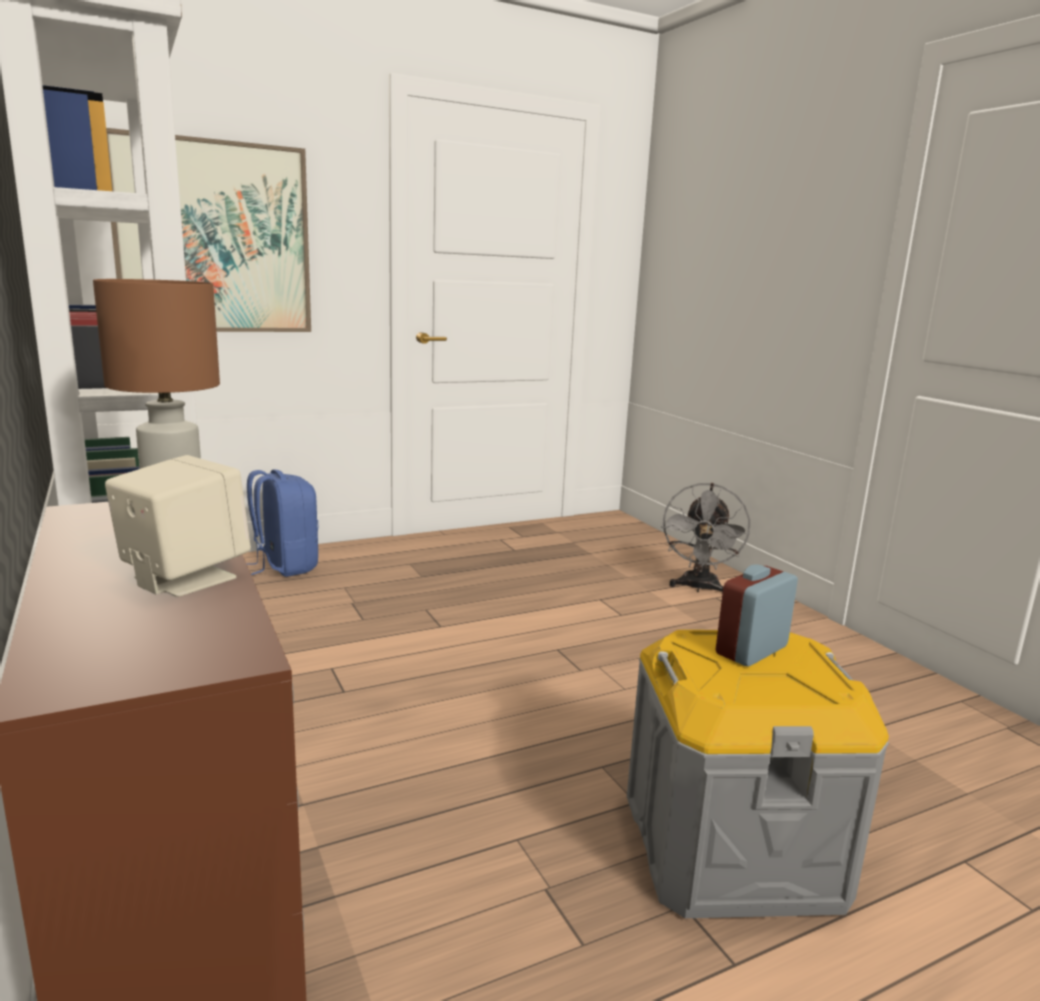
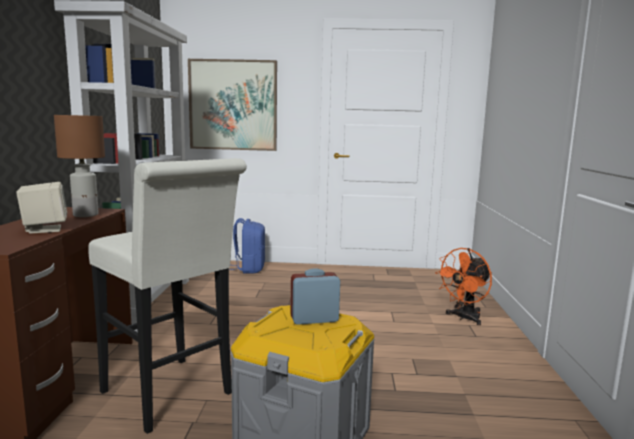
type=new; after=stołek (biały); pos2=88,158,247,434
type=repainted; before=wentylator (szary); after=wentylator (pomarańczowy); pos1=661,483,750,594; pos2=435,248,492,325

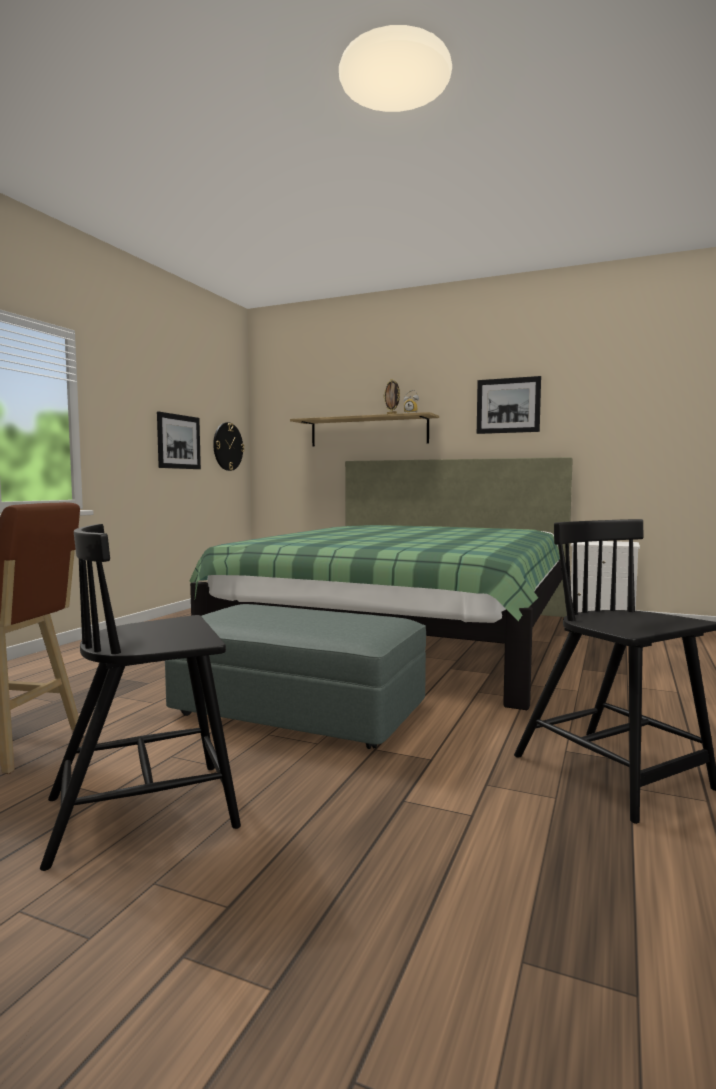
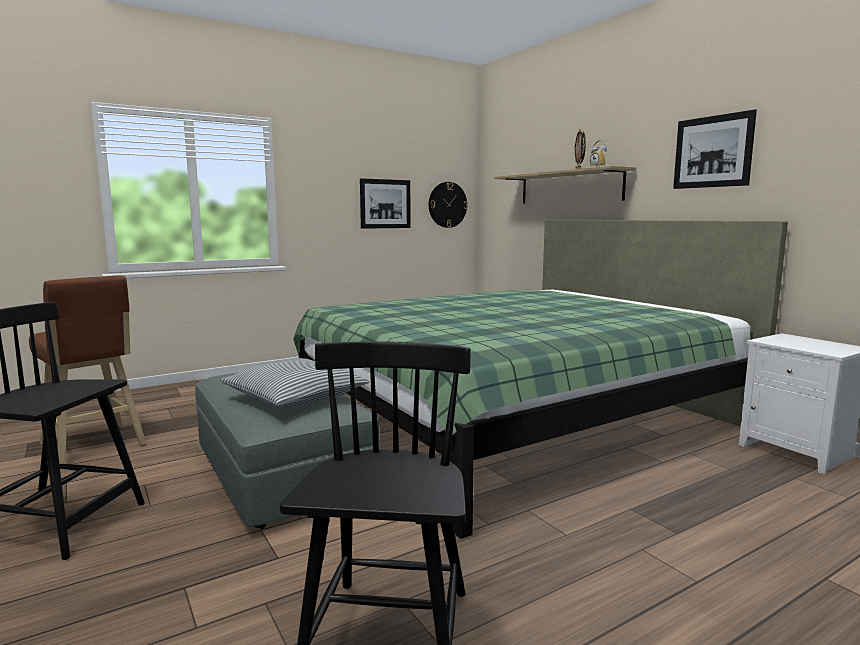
type=new; after=poduszka; pos2=220,358,370,408

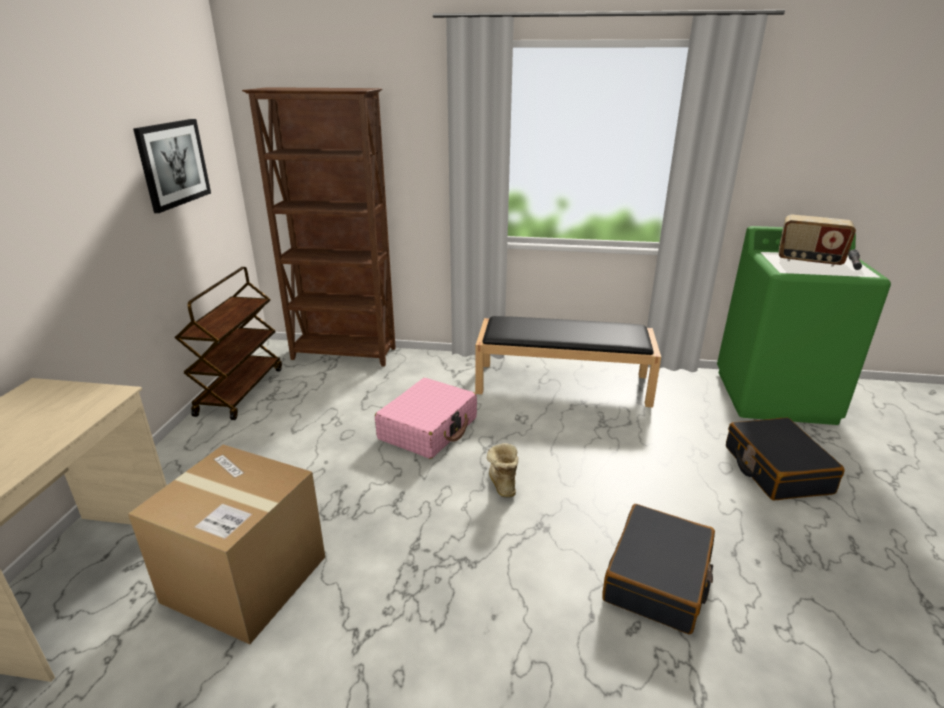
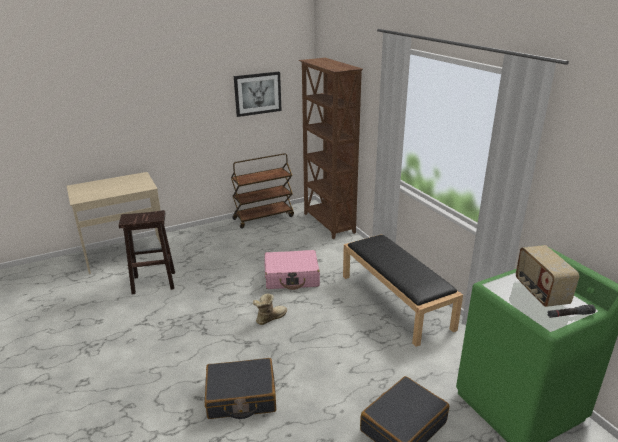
type=swapped; before=karton; after=stołek (brązowy); pos1=128,444,325,644; pos2=119,210,175,294

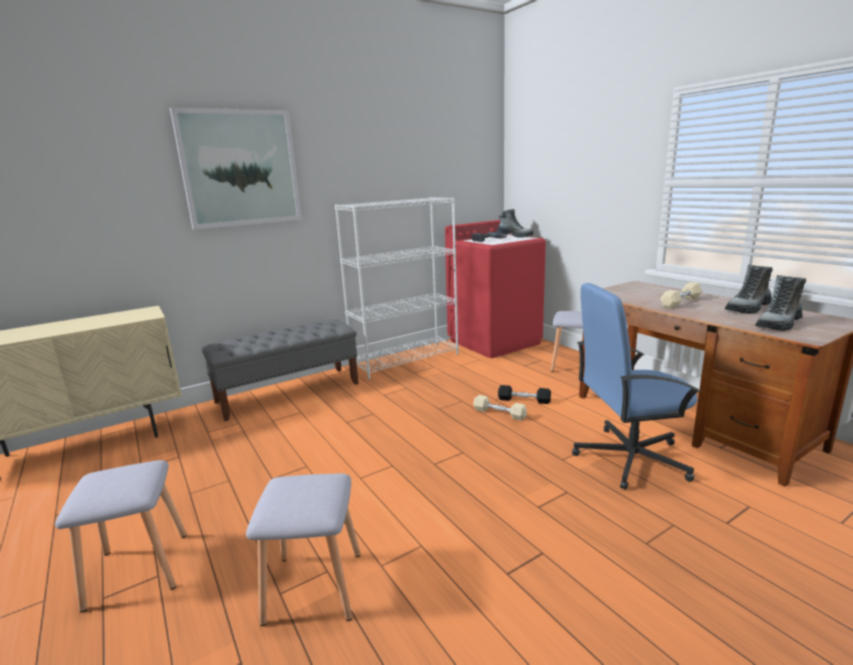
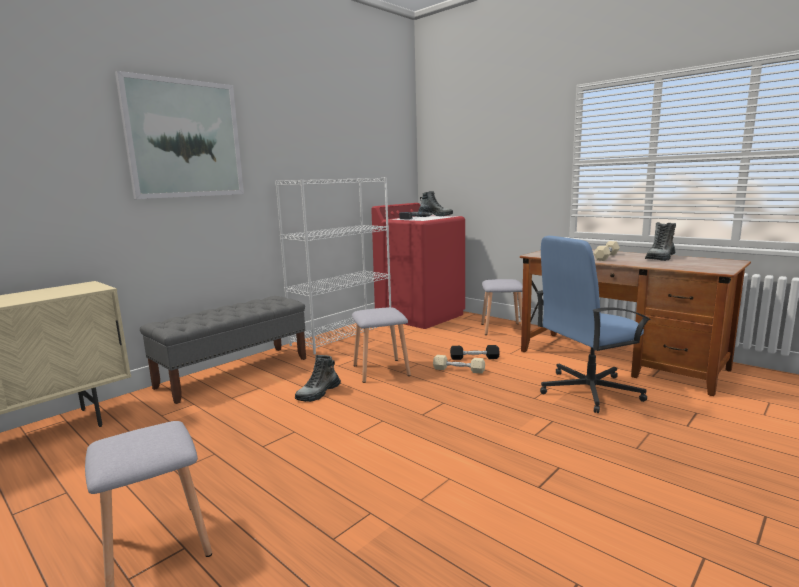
type=shifted; before=stołek (szary); pos1=246,474,361,626; pos2=352,307,411,383
type=shifted; before=but z cholewką; pos1=755,275,806,331; pos2=295,355,341,402

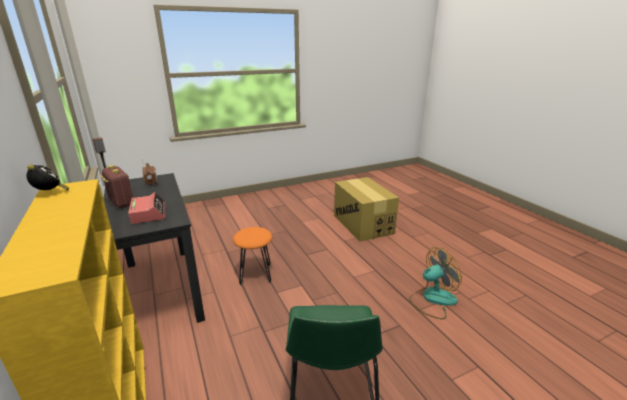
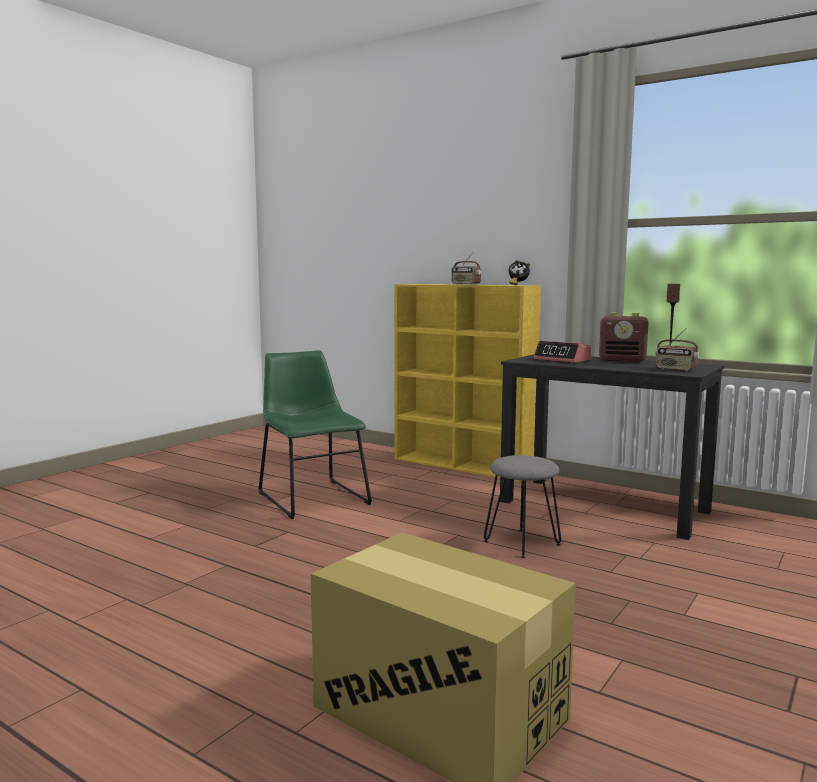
type=gone; before=wentylator; pos1=409,247,462,319
type=new; after=radio; pos2=451,252,481,285
type=repainted; before=stołek (pomarańczowy); after=stołek (szary); pos1=233,227,272,285; pos2=484,455,561,558

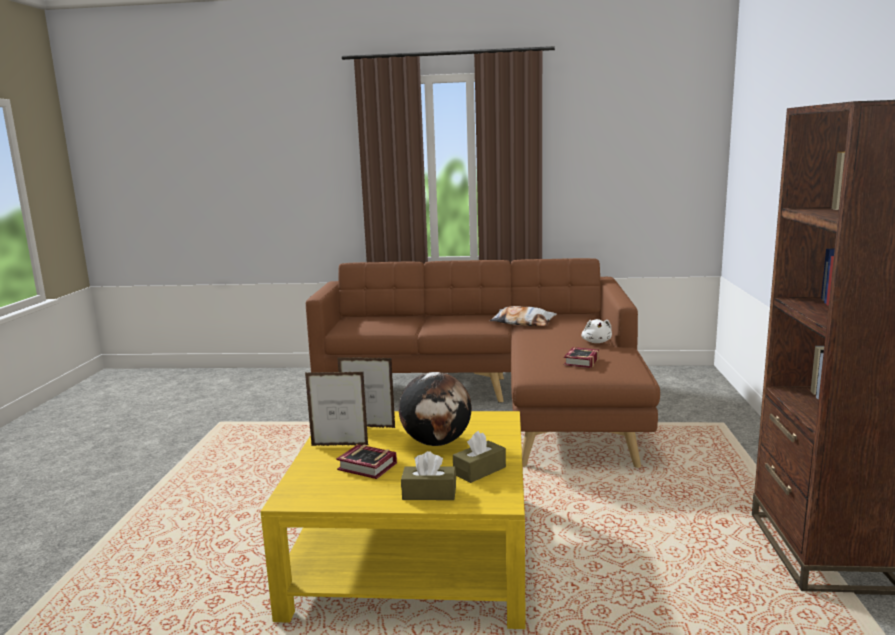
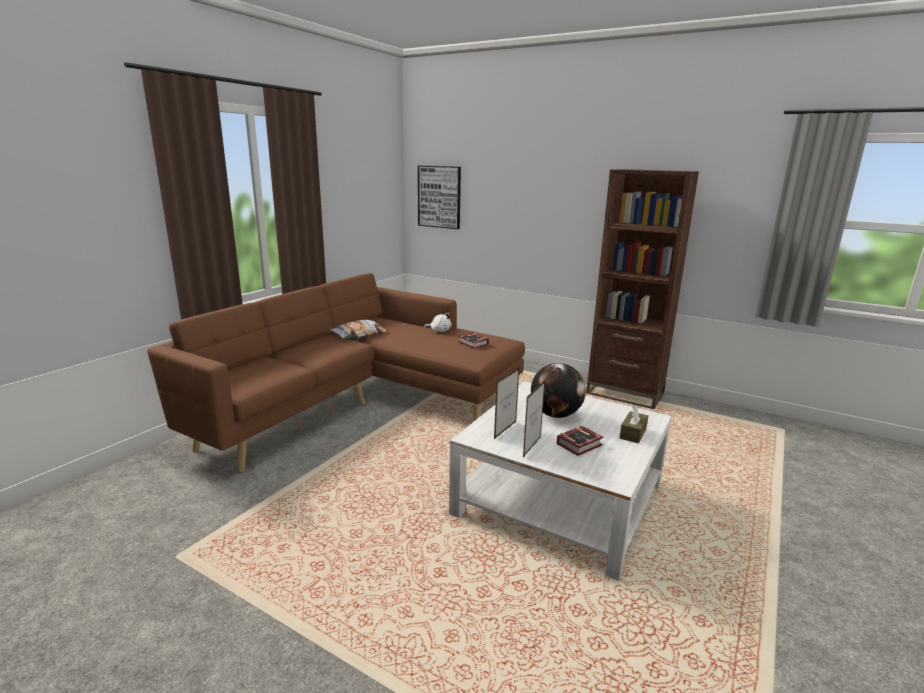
type=gone; before=pudełko chusteczek (brązowy); pos1=453,431,506,483
type=new; after=obraz; pos2=418,166,461,229
type=repainted; before=ława (żółty); after=ława (biały); pos1=260,411,526,629; pos2=449,381,671,581

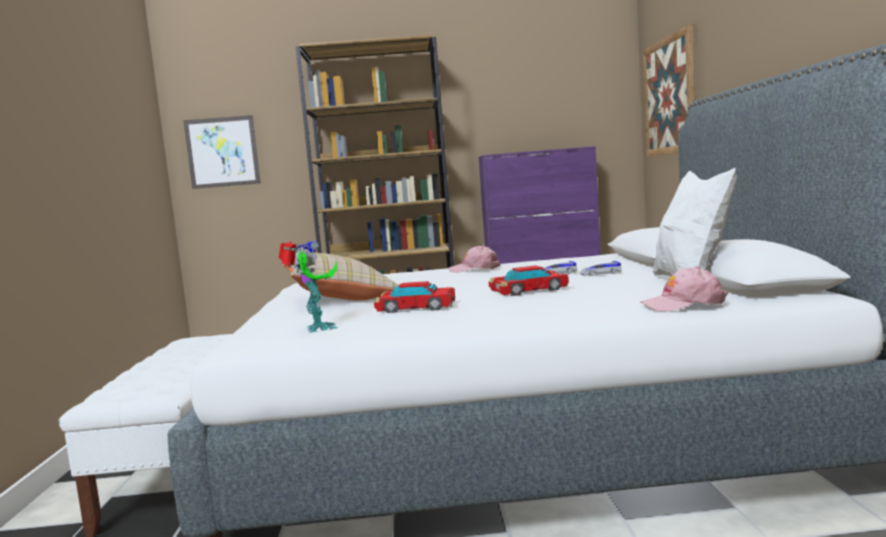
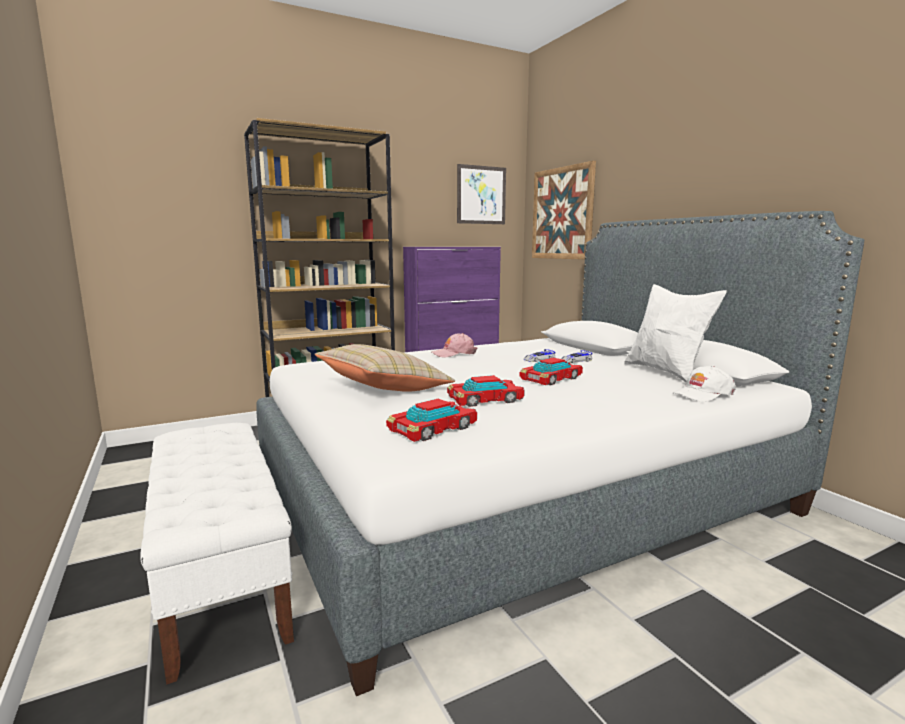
type=shifted; before=obraz; pos1=183,115,261,189; pos2=457,164,506,224
type=swapped; before=robot zabawkowy; after=samochodzik; pos1=279,240,338,333; pos2=386,399,477,442
type=repainted; before=czapka z daszkiem (różowy); after=czapka z daszkiem (biały); pos1=640,266,728,312; pos2=673,365,736,402

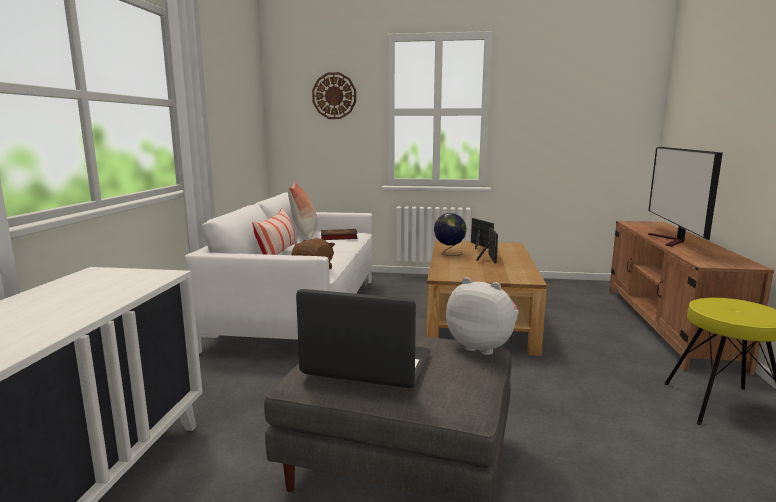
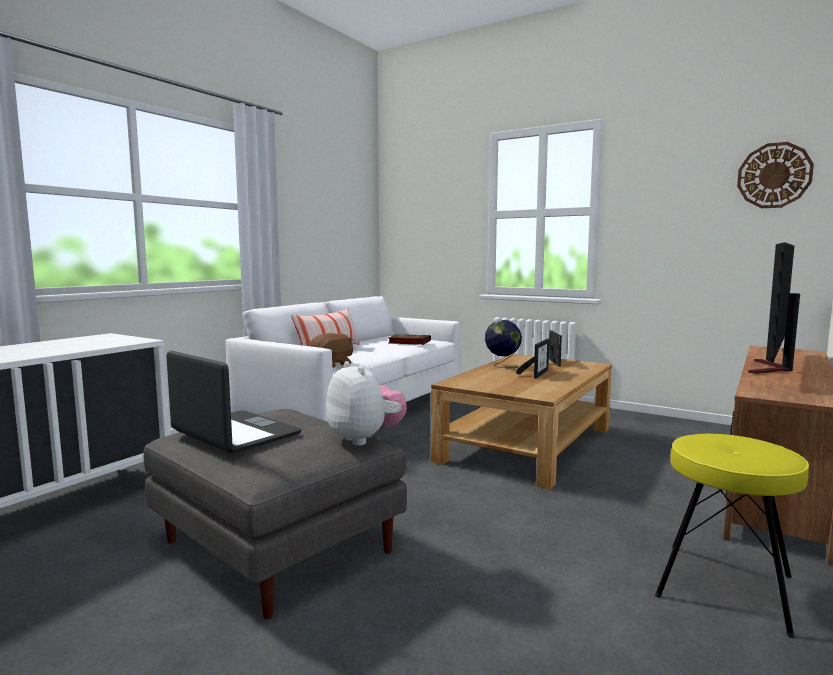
type=gone; before=poduszka; pos1=288,183,318,240
type=shifted; before=zegar ścienny; pos1=312,72,356,119; pos2=737,142,814,208

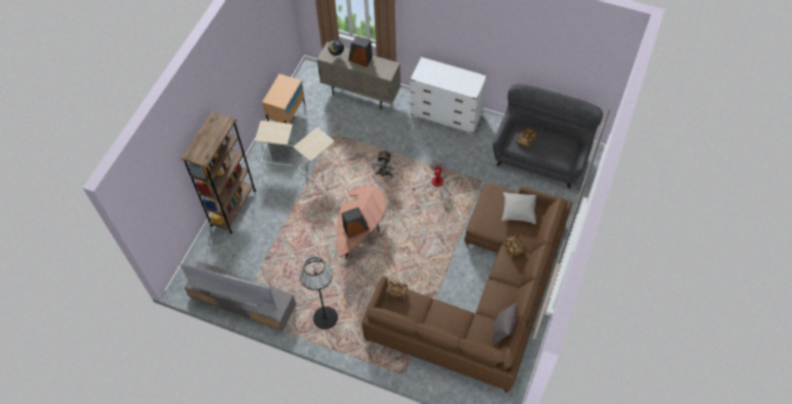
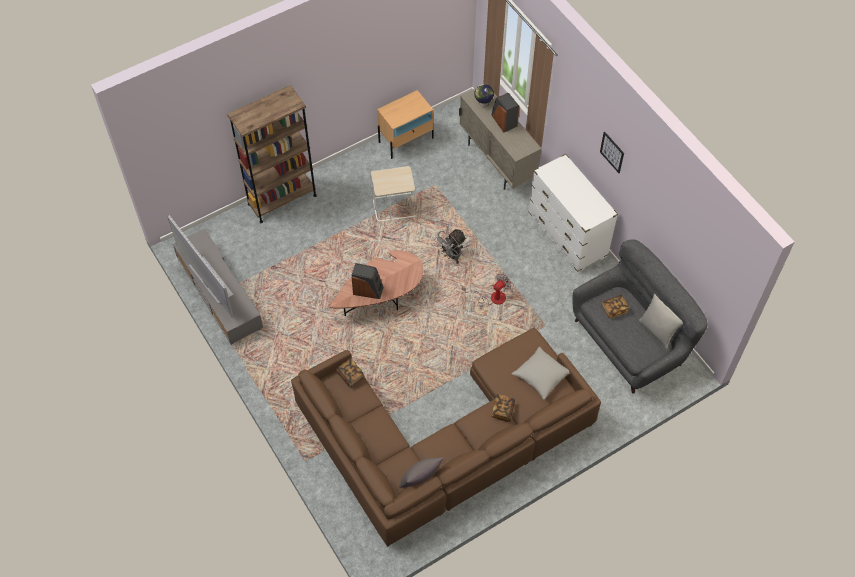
type=gone; before=stolik (beżowy); pos1=255,121,295,166
type=gone; before=lampa stojąca (czarny); pos1=300,257,338,329
type=new; after=obraz; pos2=600,132,624,173
type=new; after=poduszka (szary); pos2=639,294,683,350

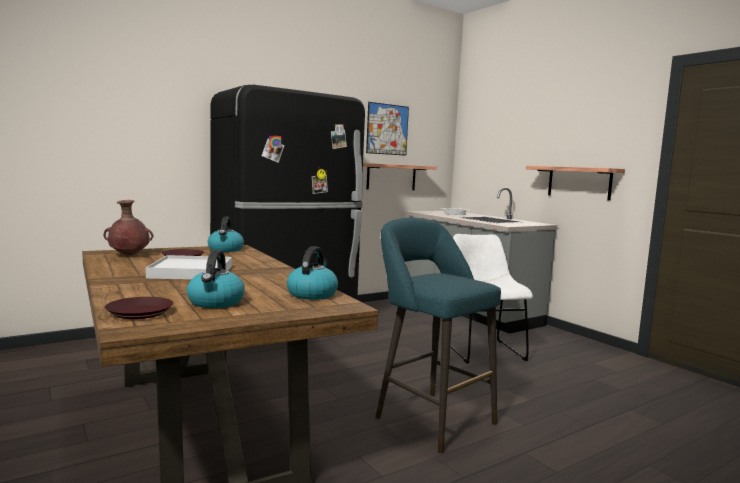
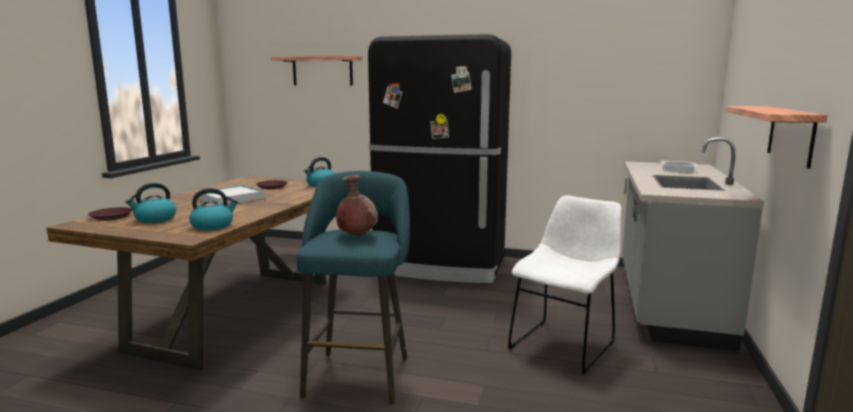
type=gone; before=obraz; pos1=366,102,409,156
type=shifted; before=wazon (brązowy); pos1=103,200,153,255; pos2=336,175,378,236
type=shifted; before=półka; pos1=363,163,437,190; pos2=271,56,362,85

